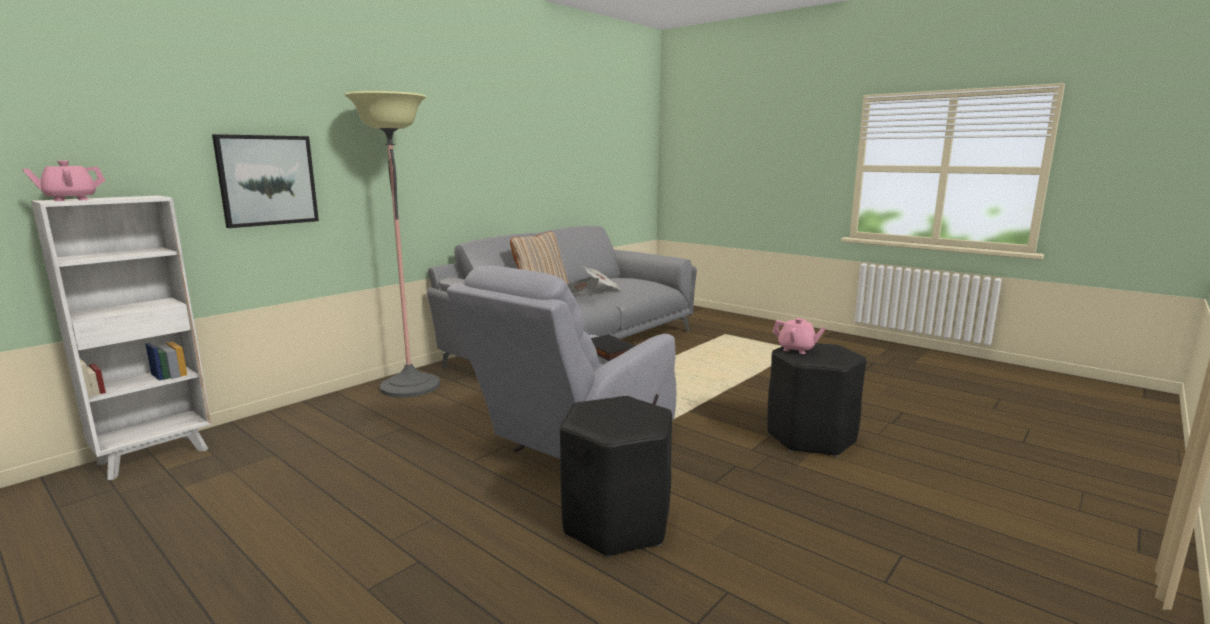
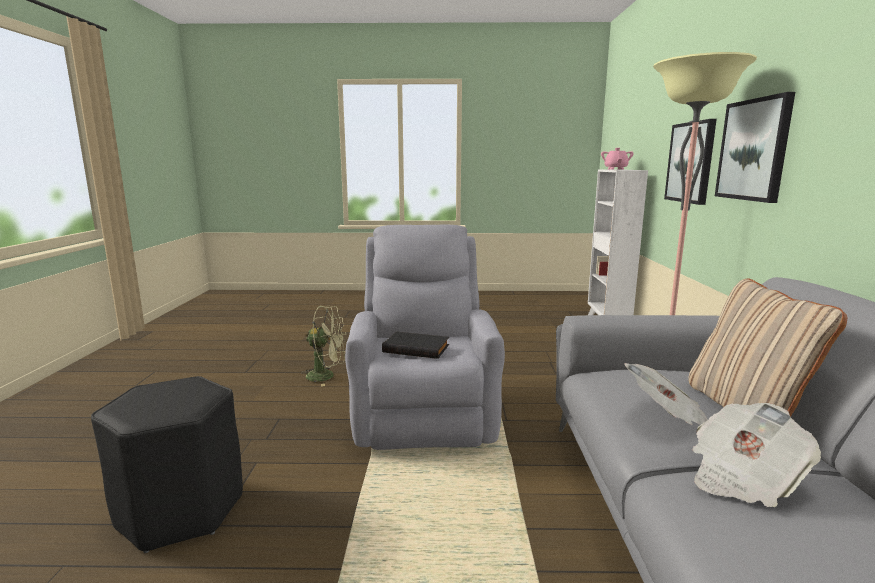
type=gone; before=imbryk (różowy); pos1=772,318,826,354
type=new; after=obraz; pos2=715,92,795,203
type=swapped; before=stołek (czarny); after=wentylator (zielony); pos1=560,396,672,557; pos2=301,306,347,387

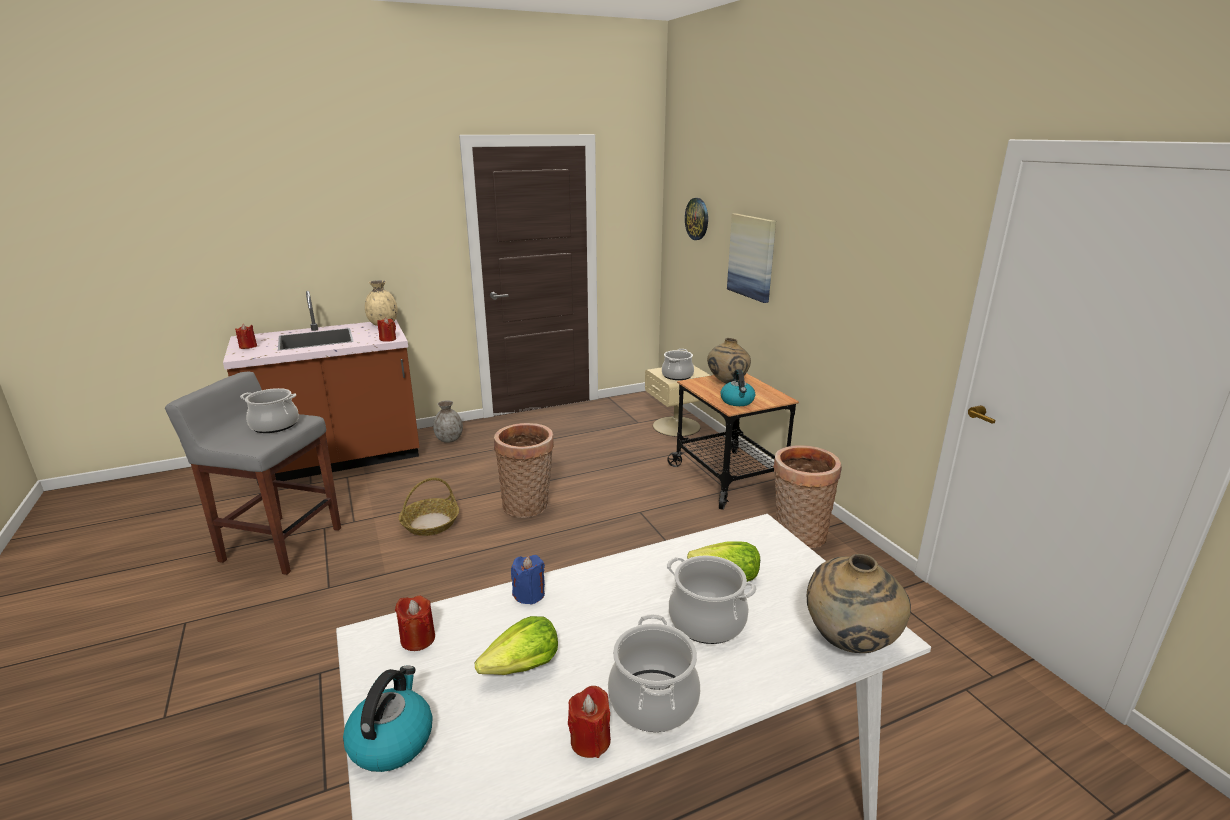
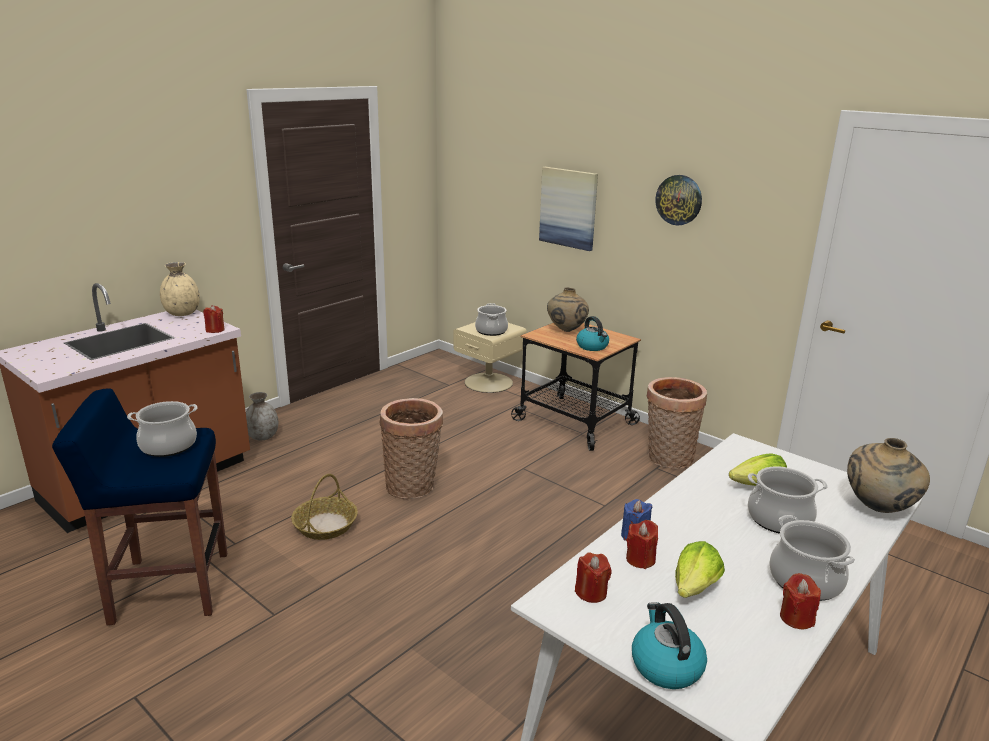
type=shifted; before=świeca (czerwony); pos1=235,324,257,349; pos2=626,520,658,569
type=shifted; before=zegar ścienny; pos1=685,198,708,240; pos2=655,175,702,225
type=repainted; before=stołek (szary); after=stołek (niebieski); pos1=165,372,341,575; pos2=52,388,227,625

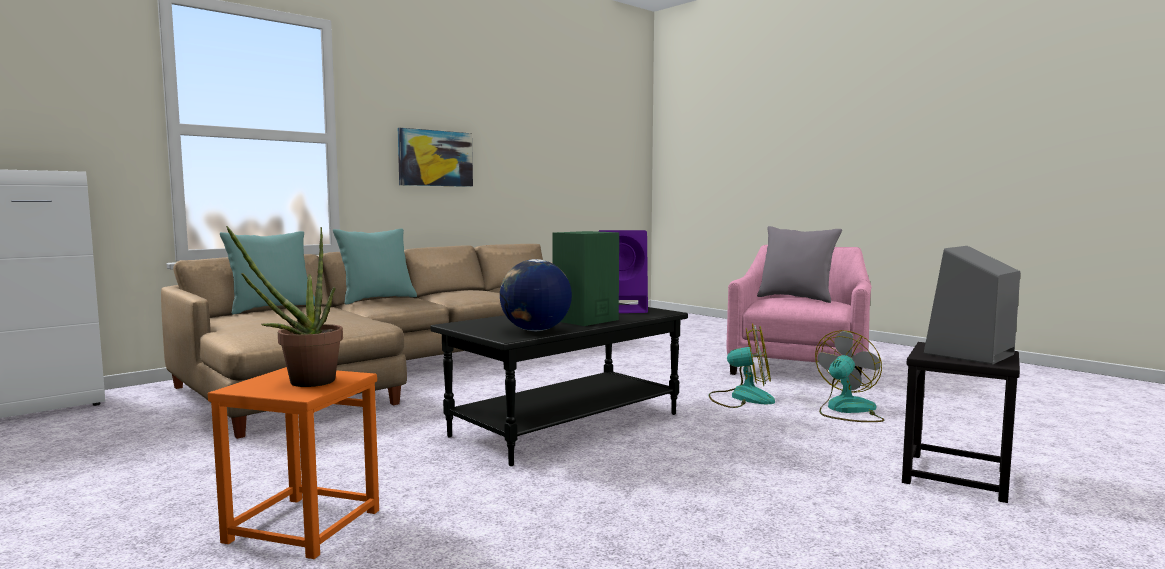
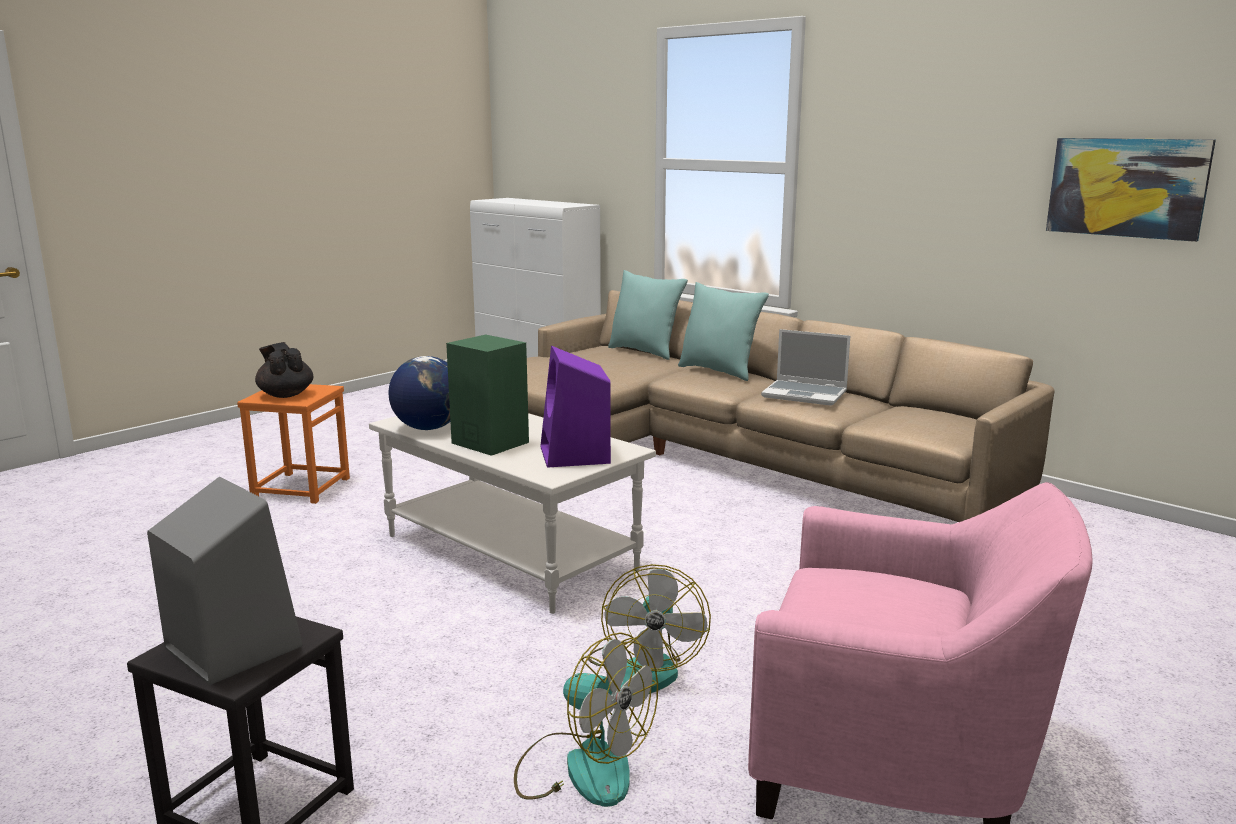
type=gone; before=poduszka (szary); pos1=757,226,842,303
type=new; after=laptop; pos2=761,329,850,406
type=shifted; before=obraz; pos1=398,128,473,187; pos2=1046,138,1216,242
type=swapped; before=roślina doniczkowa; after=imbryk (czarny); pos1=226,226,343,387; pos2=255,342,313,398
type=repainted; before=ława (czarny); after=ława (biały); pos1=430,303,688,466; pos2=369,413,656,614

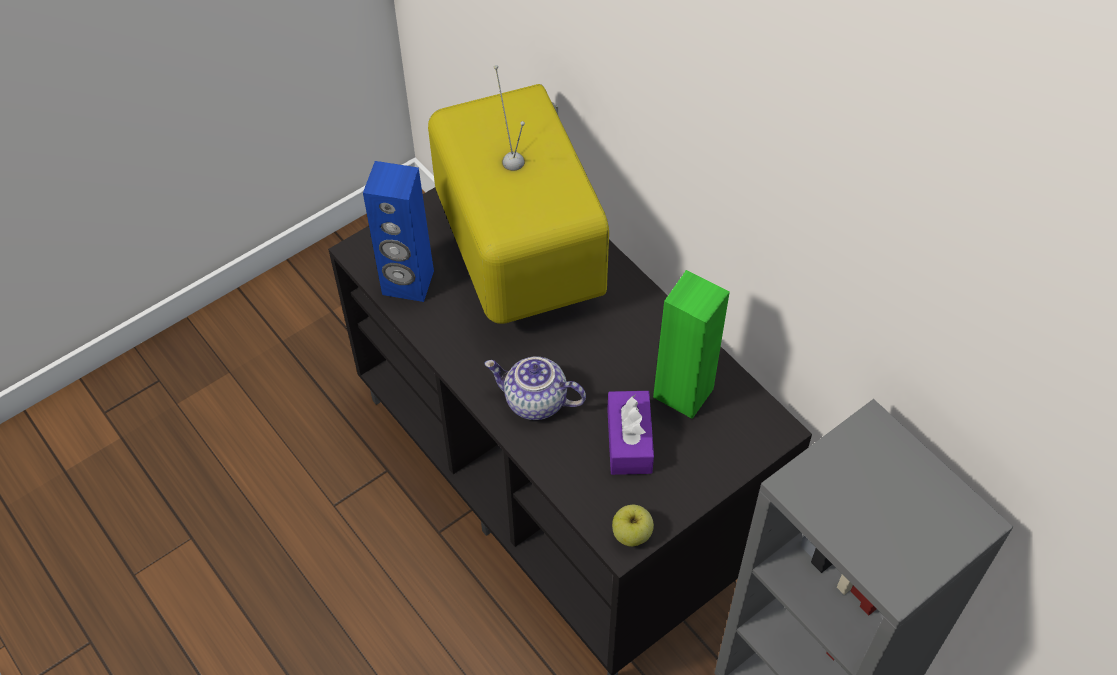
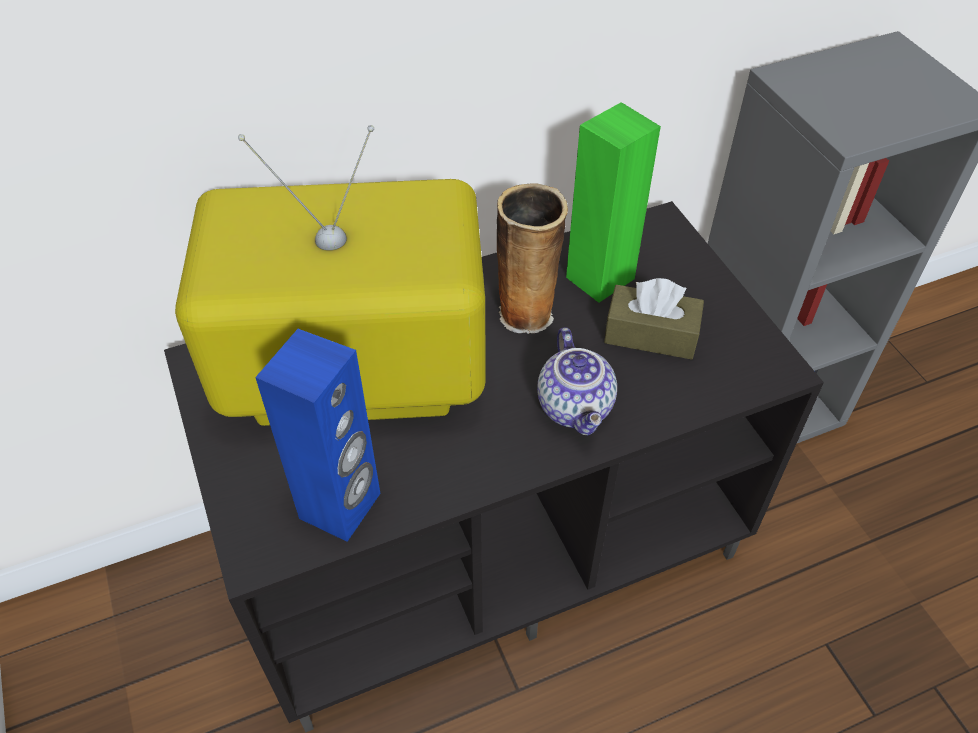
type=gone; before=jabłko; pos1=612,505,654,547
type=new; after=wazon; pos2=497,183,568,334
type=repainted; before=pudełko chusteczek (fioletowy); after=pudełko chusteczek (brązowy); pos1=607,391,654,475; pos2=604,278,704,360
type=rotated; before=imbryk; pos1=484,356,586,420; pos2=537,327,617,436; turn=-45

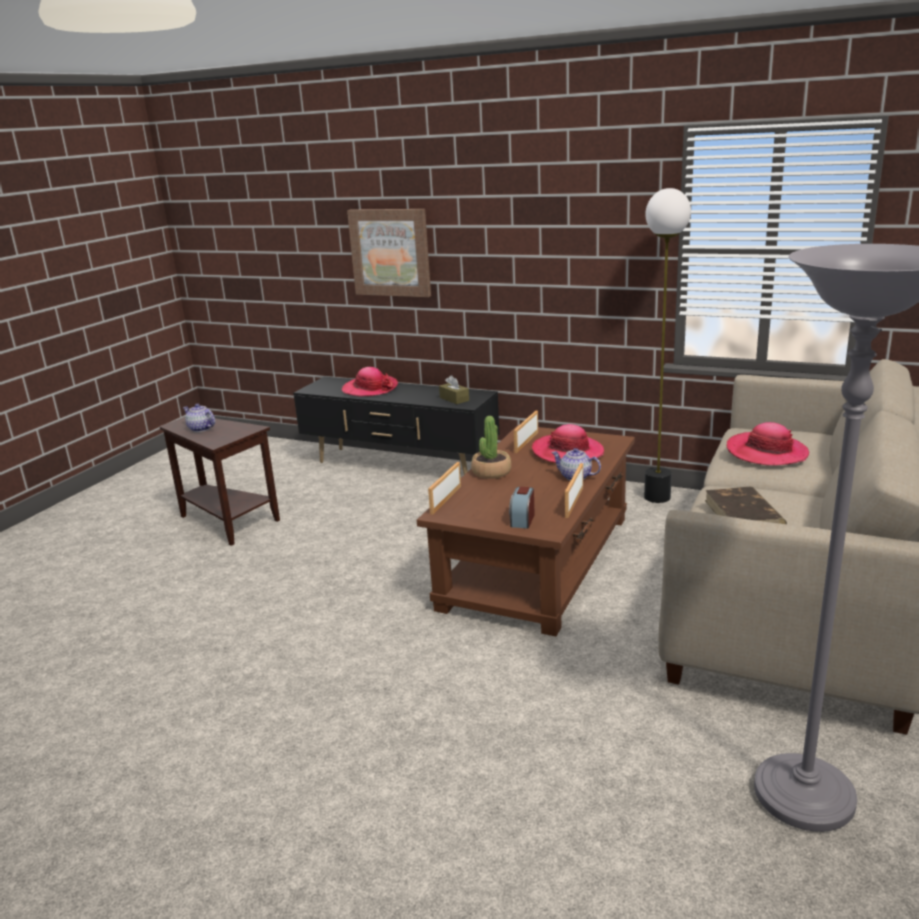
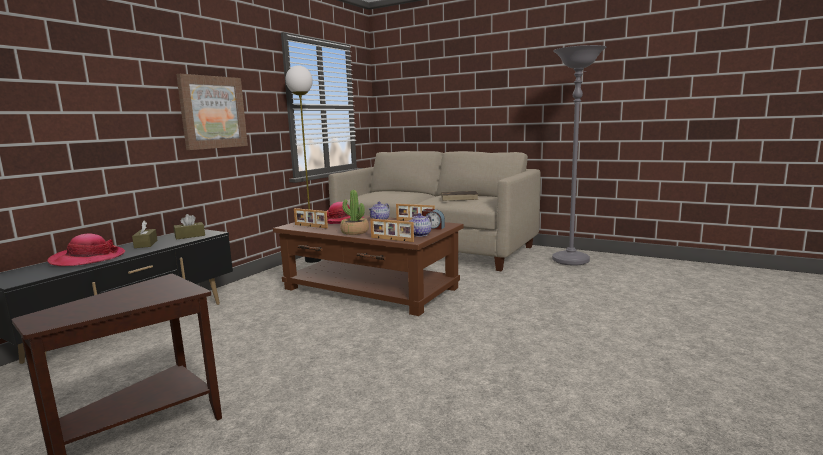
type=gone; before=kapelusz; pos1=726,422,809,466
type=new; after=pudełko chusteczek (brązowy); pos2=132,221,157,248
type=shifted; before=imbryk; pos1=183,404,215,432; pos2=407,213,432,237
type=shifted; before=obraz; pos1=347,209,431,297; pos2=176,74,248,150

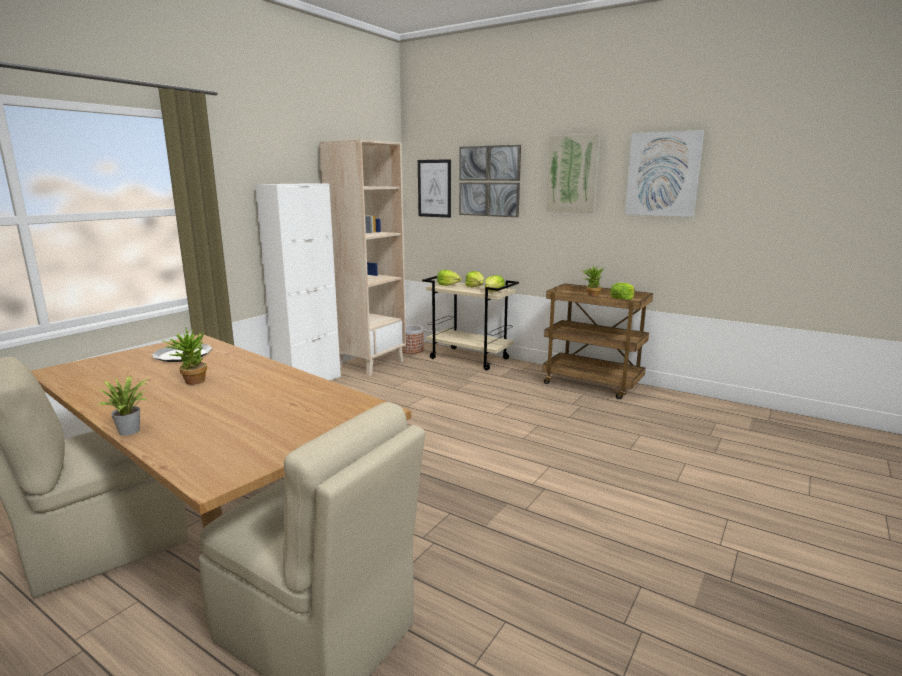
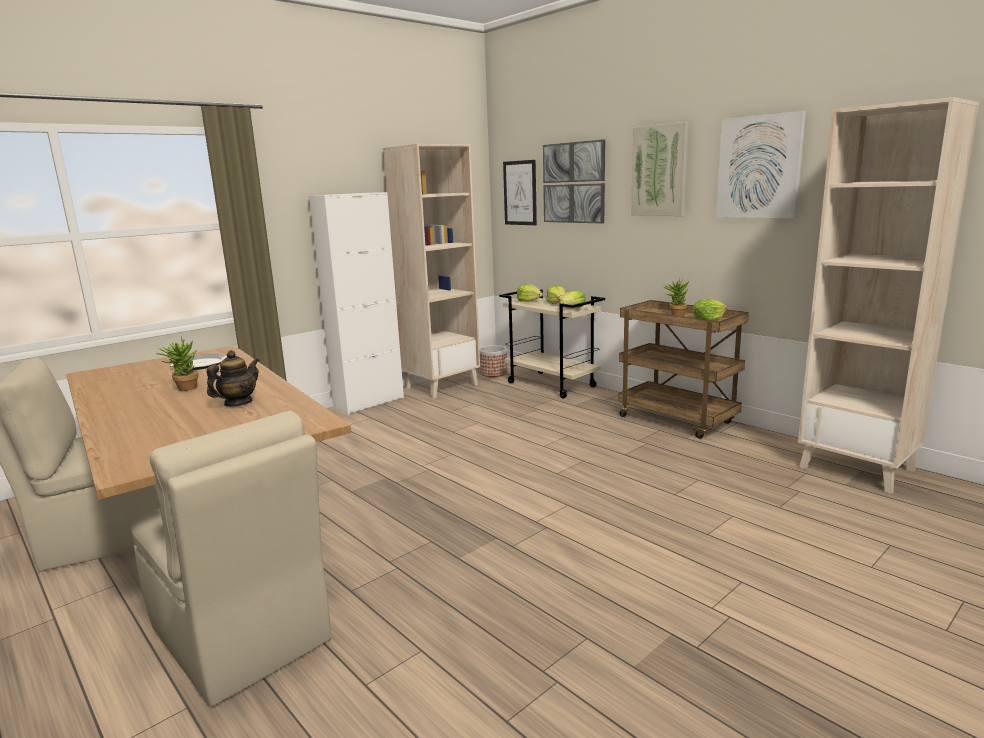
type=gone; before=roślina doniczkowa; pos1=98,376,149,436
type=new; after=imbryk; pos2=207,350,259,407
type=new; after=regał (beżowy); pos2=798,97,979,494

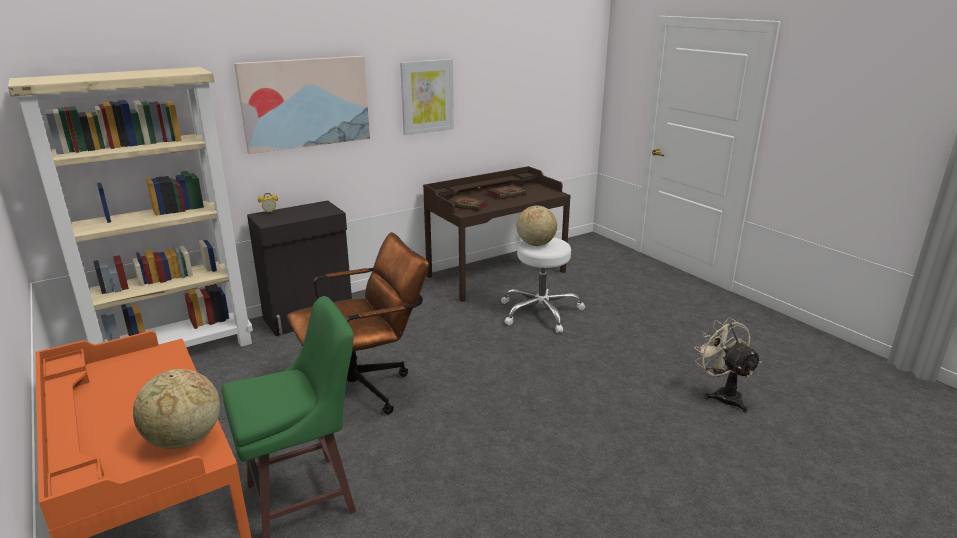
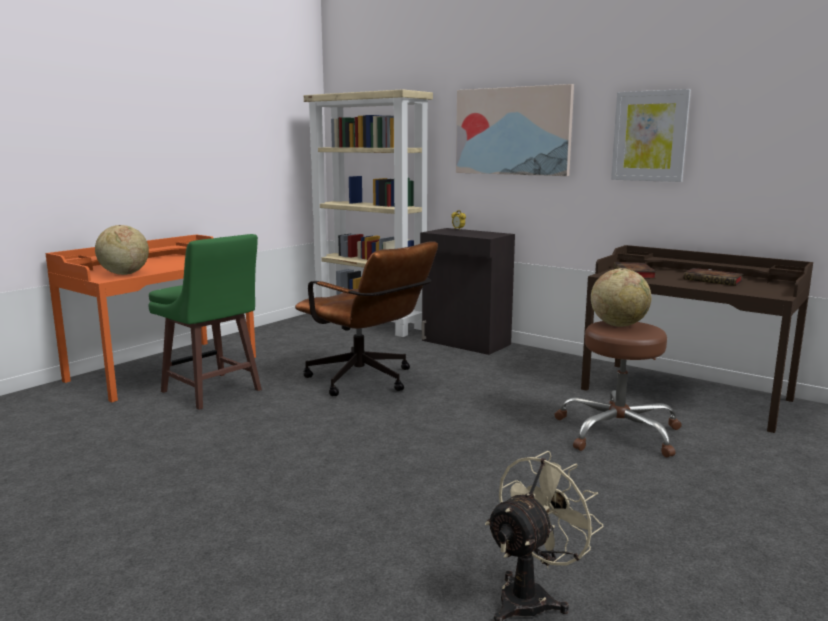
type=repainted; before=stołek (biały); after=stołek (brązowy); pos1=501,237,585,333; pos2=554,321,682,457

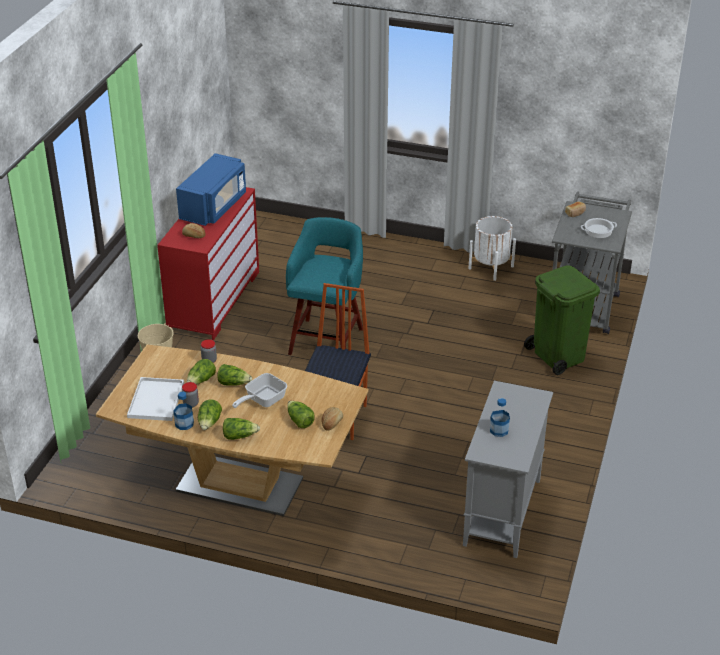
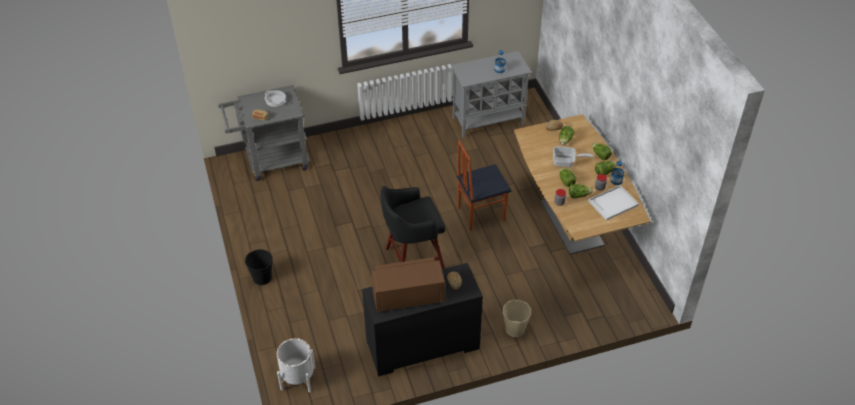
type=gone; before=kosz na śmieci (zielony); pos1=524,265,600,375
type=new; after=wiadro (czarny); pos2=245,249,273,285
type=shifted; before=donica (biały); pos1=468,216,516,281; pos2=276,338,316,392
type=repainted; before=komoda (czerwony); after=komoda (czarny); pos1=157,187,259,340; pos2=362,263,483,377
type=repainted; before=mikrofalówka (niebieski); after=mikrofalówka (brązowy); pos1=176,153,246,226; pos2=372,257,445,312
type=repainted; before=stołek (turkusowy); after=stołek (czarny); pos1=286,217,363,355; pos2=380,186,445,269

